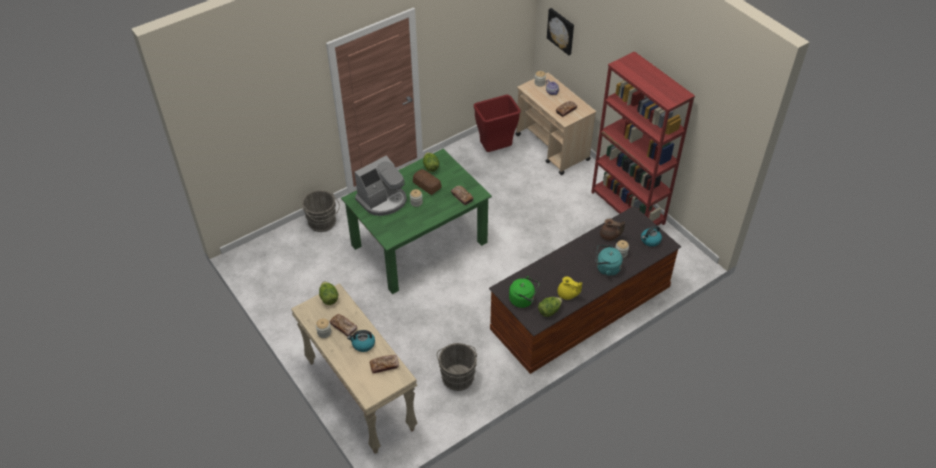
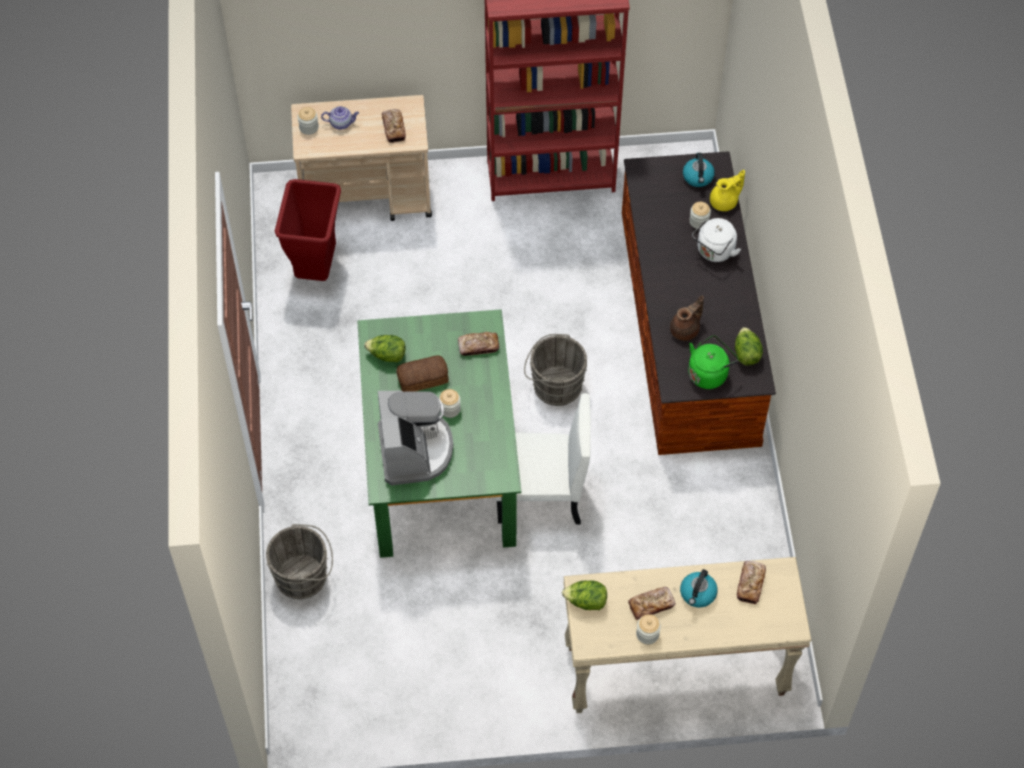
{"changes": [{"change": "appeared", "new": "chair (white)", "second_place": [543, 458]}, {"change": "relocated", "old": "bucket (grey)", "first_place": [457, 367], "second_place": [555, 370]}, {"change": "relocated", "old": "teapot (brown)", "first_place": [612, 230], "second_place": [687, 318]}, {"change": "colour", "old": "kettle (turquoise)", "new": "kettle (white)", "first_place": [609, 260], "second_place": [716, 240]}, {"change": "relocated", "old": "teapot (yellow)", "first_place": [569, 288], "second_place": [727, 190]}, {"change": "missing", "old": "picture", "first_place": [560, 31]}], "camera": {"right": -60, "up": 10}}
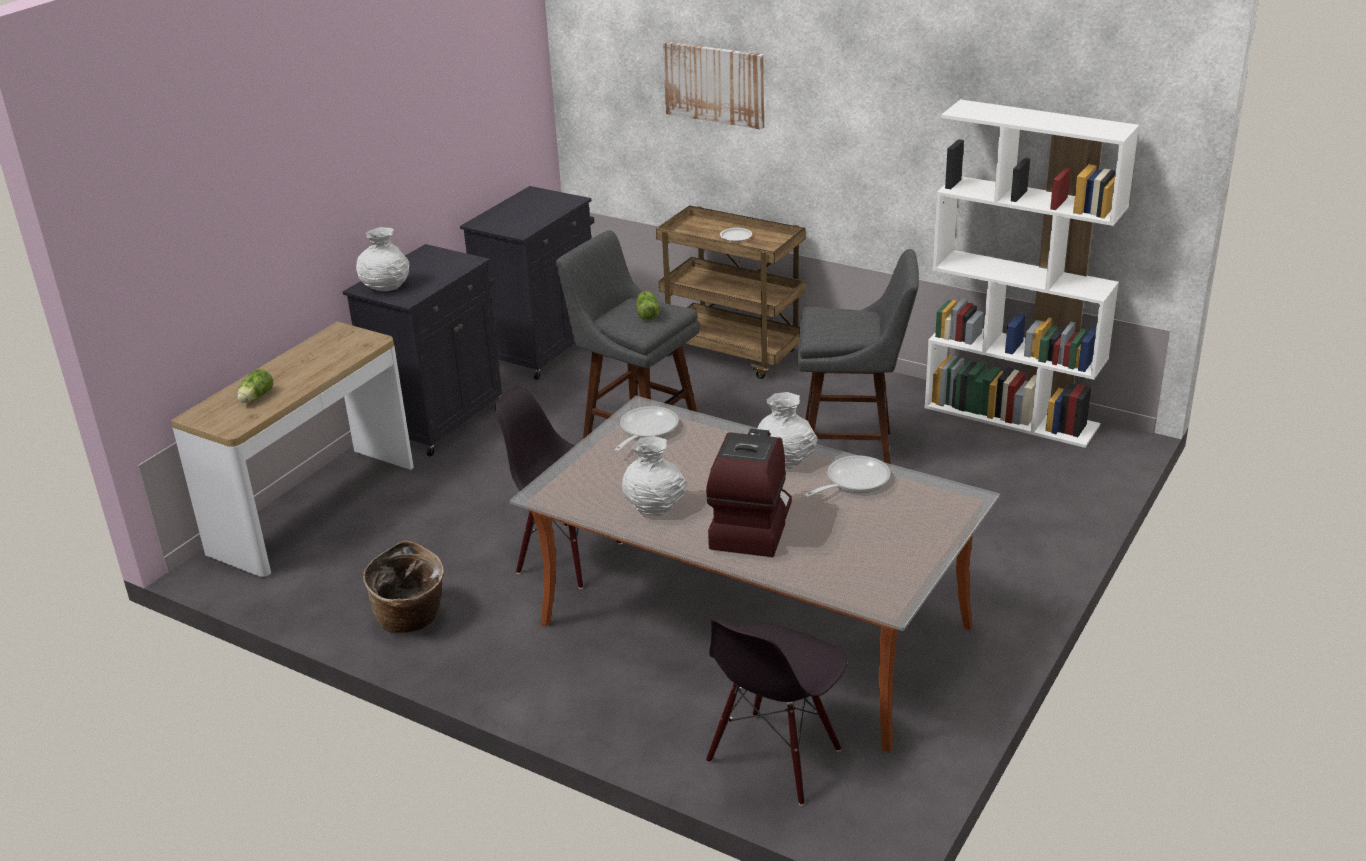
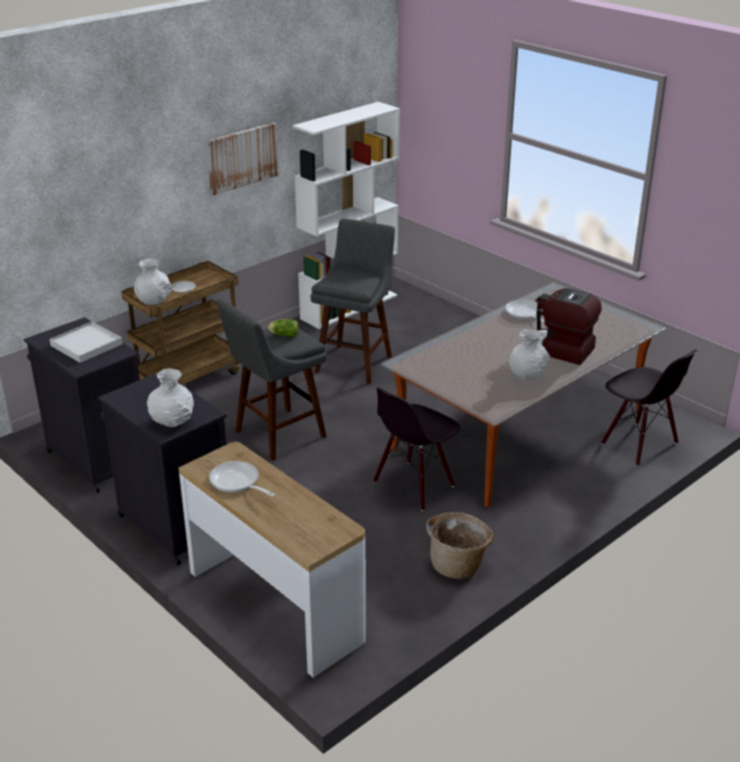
{"changes": [{"change": "appeared", "new": "tray (white)", "second_place": [86, 342]}, {"change": "relocated", "old": "vase (white)", "first_place": [787, 430], "second_place": [153, 281]}, {"change": "relocated", "old": "picture", "first_place": [713, 85], "second_place": [243, 159]}, {"change": "relocated", "old": "frying pan", "first_place": [646, 429], "second_place": [242, 479]}, {"change": "missing", "old": "lettuce", "first_place": [255, 386]}], "camera": {"right": -75, "up": 0}}
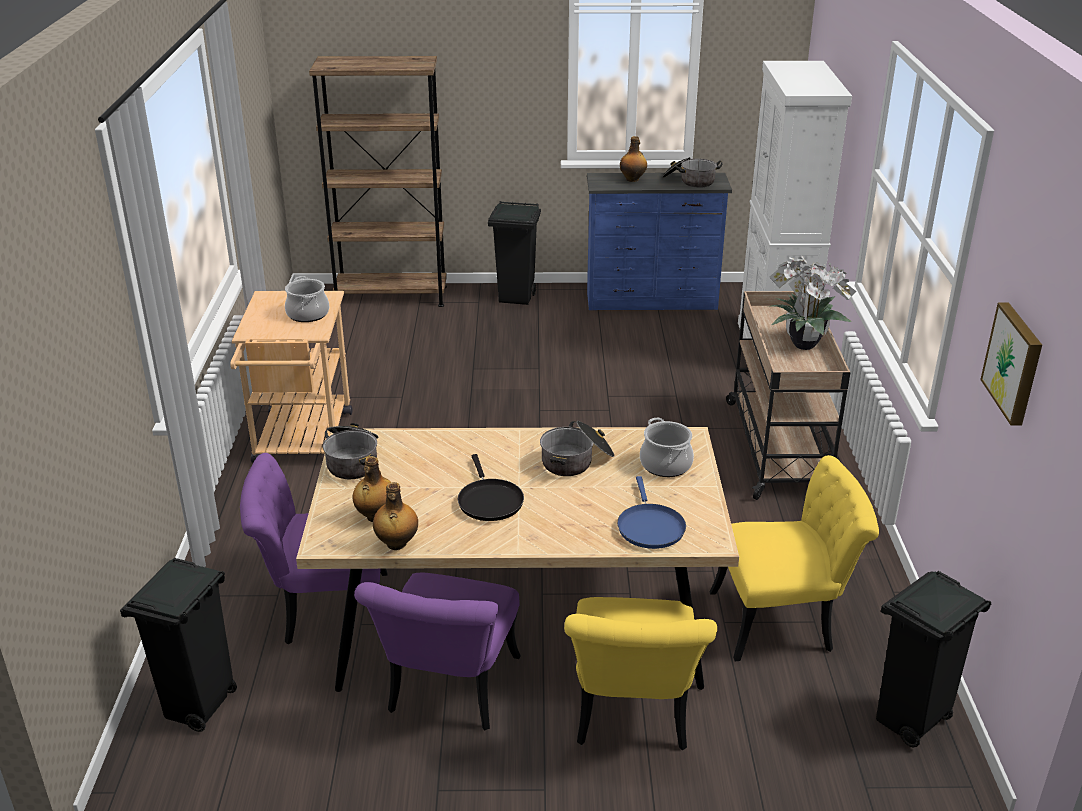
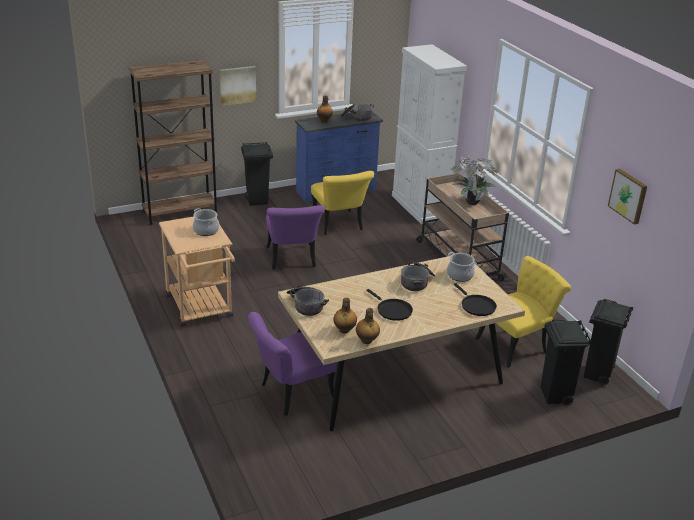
{"changes": [{"change": "appeared", "new": "picture", "second_place": [238, 86]}, {"change": "relocated", "old": "chair (purple)", "first_place": [437, 652], "second_place": [295, 237]}, {"change": "relocated", "old": "chair (yellow)", "first_place": [640, 673], "second_place": [342, 203]}, {"change": "colour", "old": "frying pan (blue)", "new": "frying pan (black)", "first_place": [651, 512], "second_place": [475, 299]}, {"change": "relocated", "old": "trash can (black)", "first_place": [178, 645], "second_place": [566, 362]}], "camera": {"right": -25, "up": 0}}
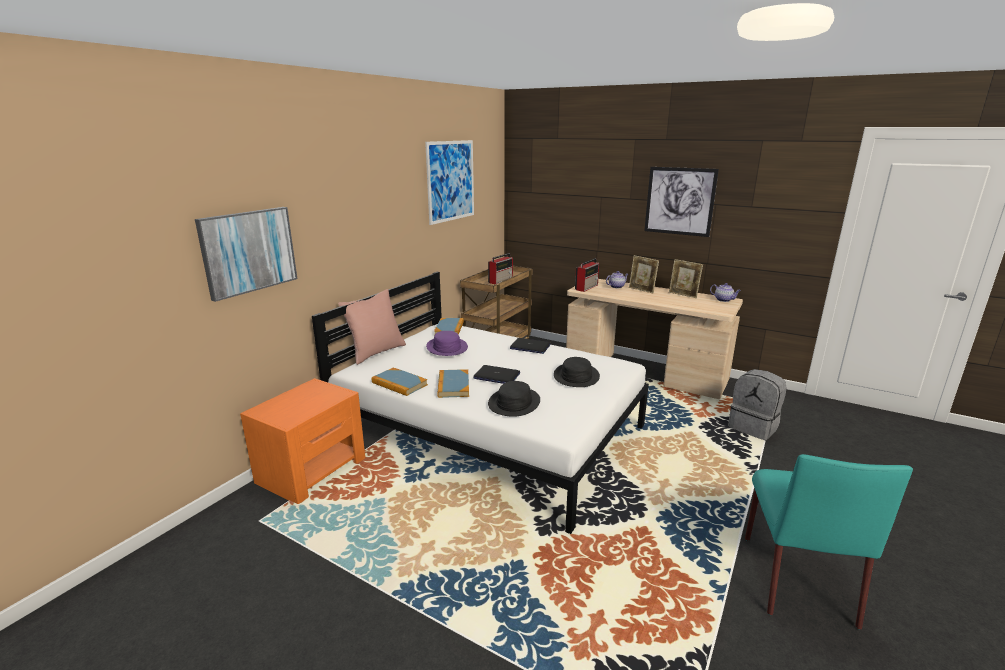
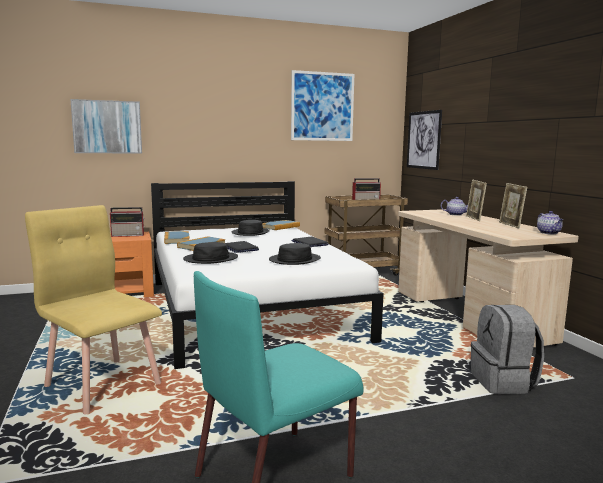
{"changes": [{"change": "appeared", "new": "chair (yellow)", "second_place": [93, 309]}, {"change": "relocated", "old": "radio", "first_place": [587, 275], "second_place": [127, 222]}, {"change": "colour", "old": "hat (purple)", "new": "hat (black)", "first_place": [447, 343], "second_place": [251, 228]}, {"change": "relocated", "old": "picture", "first_place": [681, 202], "second_place": [424, 140]}, {"change": "missing", "old": "pillow (pink)", "first_place": [372, 327]}], "camera": {"right": 40, "up": -10}}
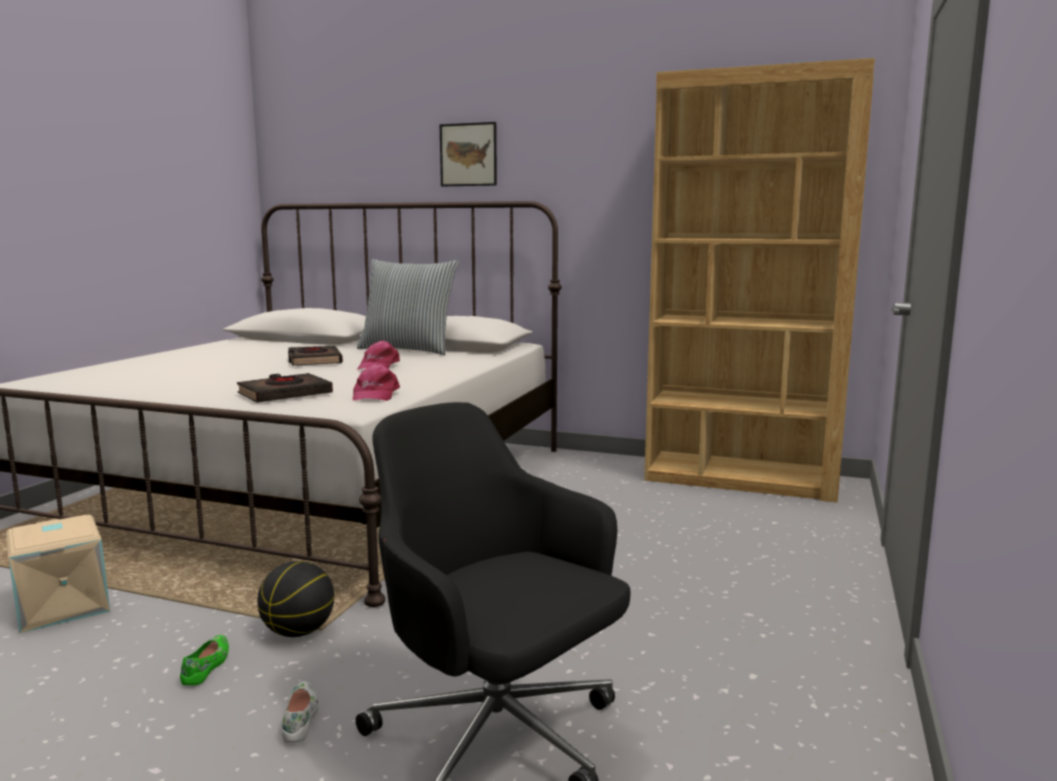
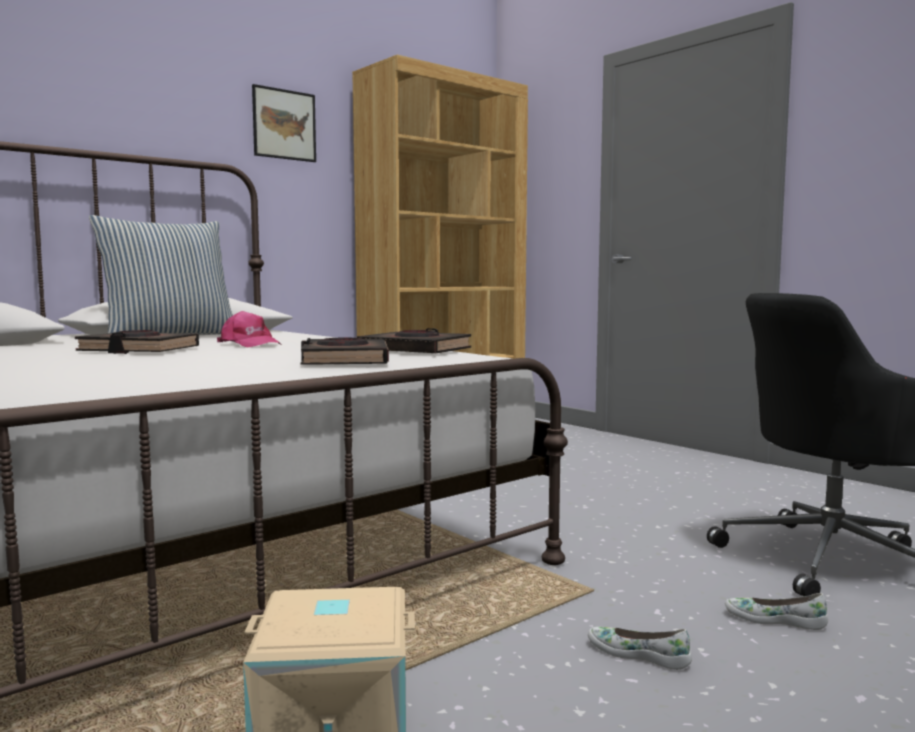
{"changes": [{"change": "relocated", "old": "picture", "first_place": [468, 154], "second_place": [284, 123]}, {"change": "exchanged", "old": "cap (pink)", "new": "book (black)", "first_place": [376, 382], "second_place": [414, 340]}, {"change": "colour", "old": "shoe (green)", "new": "shoe (white)", "first_place": [204, 660], "second_place": [640, 648]}, {"change": "missing", "old": "basketball", "first_place": [295, 599]}], "camera": {"right": -60, "up": -5}}
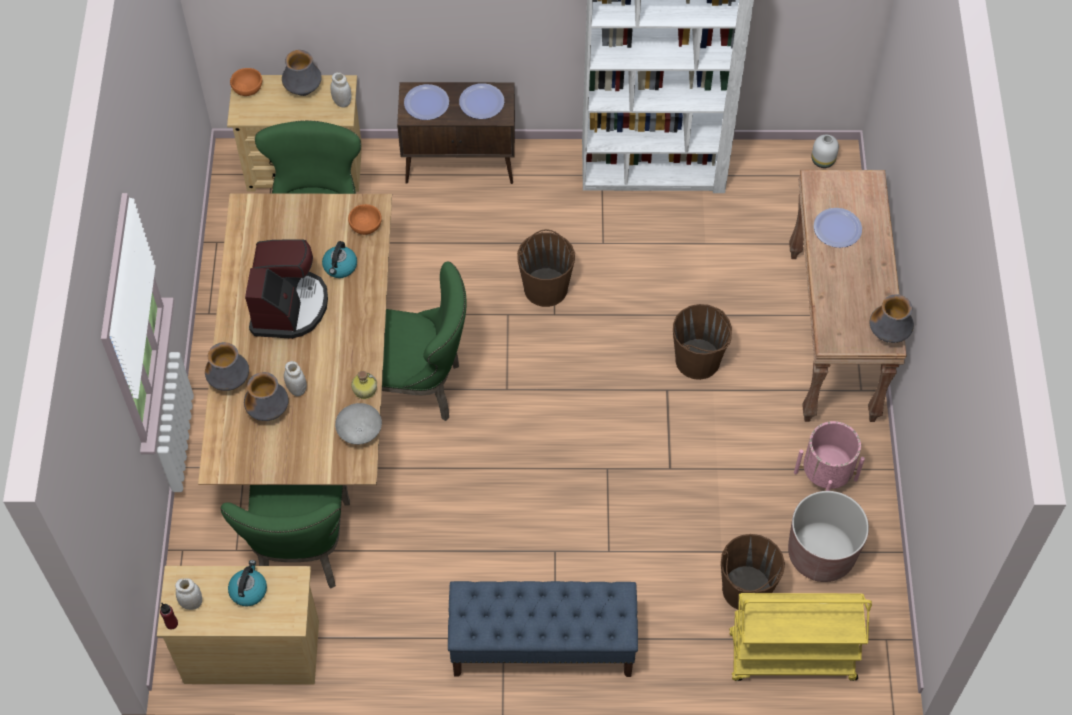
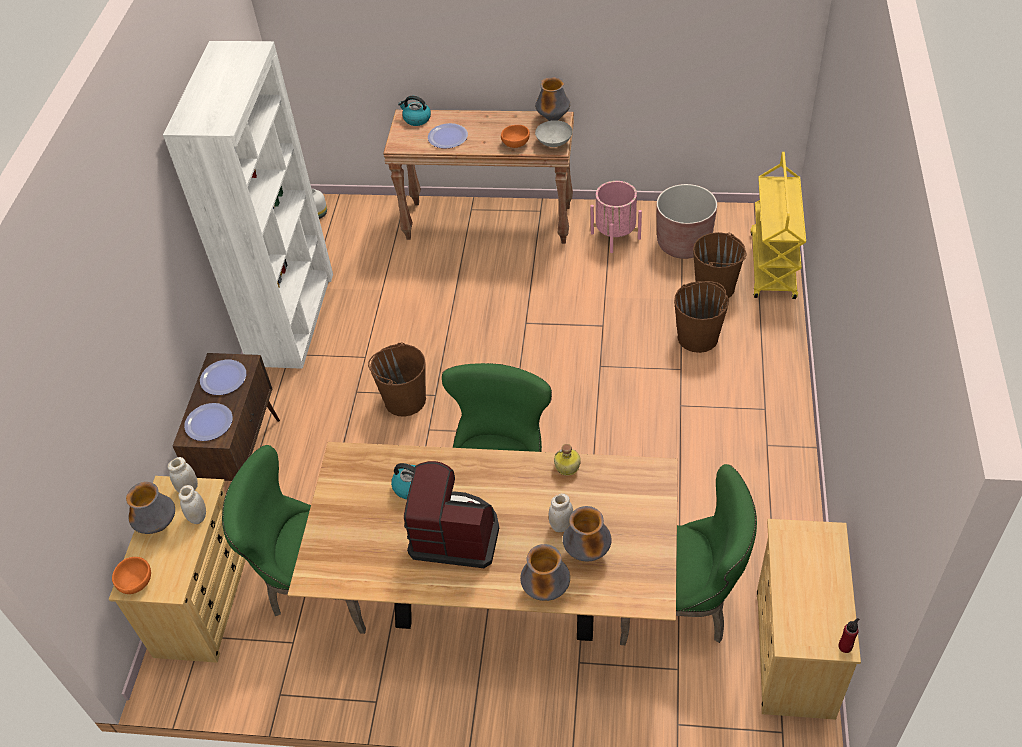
{"changes": [{"change": "relocated", "old": "jar (white)", "first_place": [188, 594], "second_place": [192, 504]}, {"change": "relocated", "old": "kettle", "first_place": [247, 583], "second_place": [414, 111]}, {"change": "relocated", "old": "bowl (orange)", "first_place": [365, 219], "second_place": [515, 136]}, {"change": "relocated", "old": "bowl (grey)", "first_place": [358, 424], "second_place": [554, 133]}, {"change": "relocated", "old": "bucket (brown)", "first_place": [702, 342], "second_place": [701, 317]}, {"change": "missing", "old": "bench (blue)", "first_place": [543, 629]}], "camera": {"right": -80, "up": -10}}
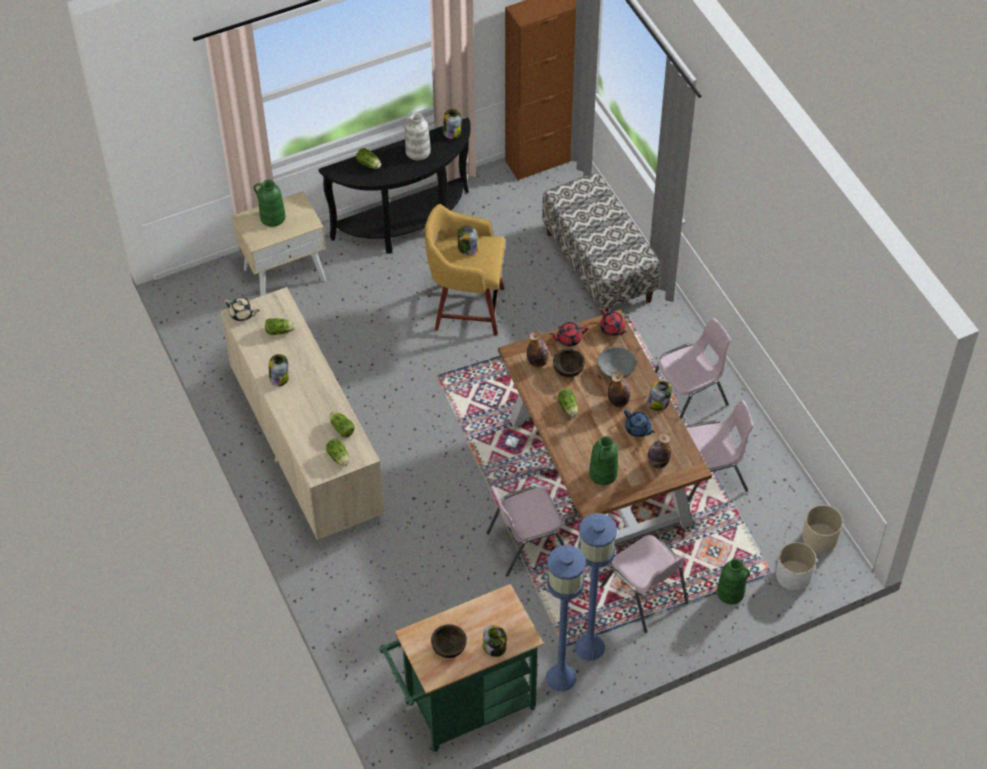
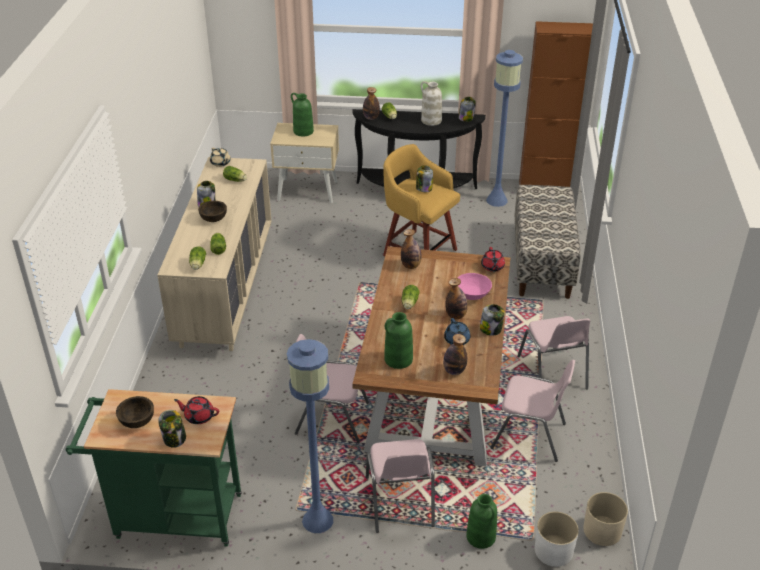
{"changes": [{"change": "relocated", "old": "teapot (red)", "first_place": [568, 334], "second_place": [196, 410]}, {"change": "relocated", "old": "bowl (brown)", "first_place": [569, 363], "second_place": [212, 211]}, {"change": "appeared", "new": "bottle", "second_place": [371, 103]}, {"change": "colour", "old": "bowl (grey)", "new": "bowl (pink)", "first_place": [616, 362], "second_place": [475, 286]}, {"change": "relocated", "old": "floor lamp (blue)", "first_place": [566, 618], "second_place": [504, 128]}, {"change": "spun", "old": "chair (pink)", "first_place": [693, 369], "second_place": [553, 353], "degrees": 75}], "camera": {"right": 30, "up": -15}}
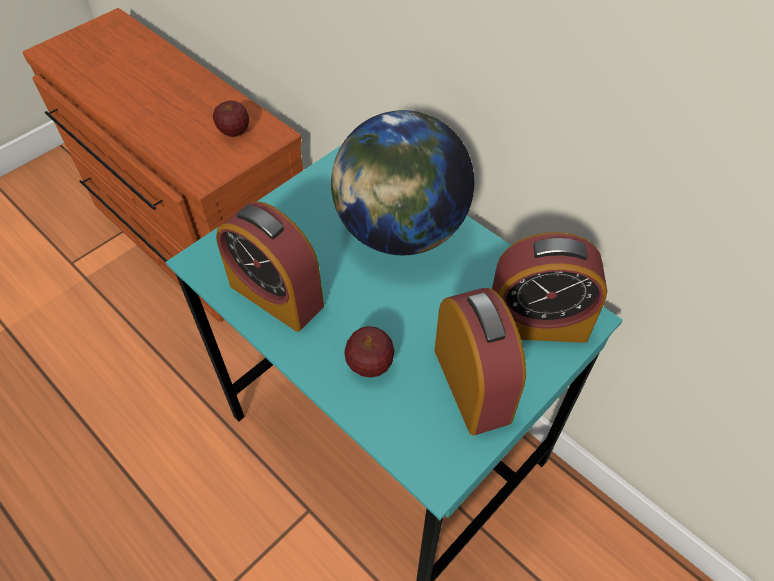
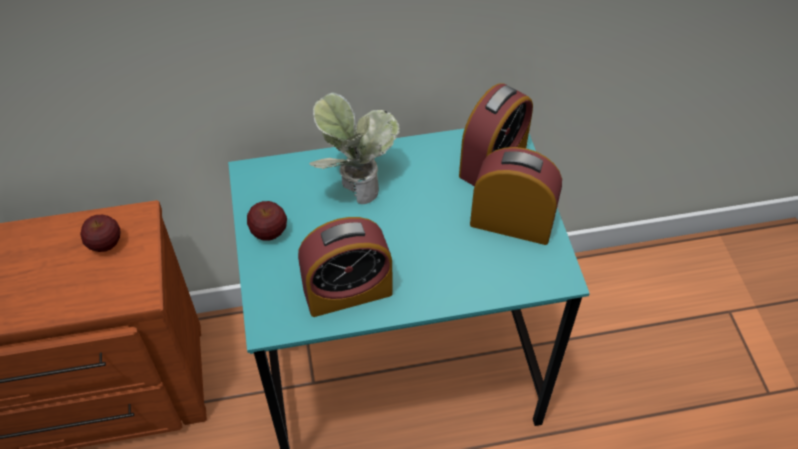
{"changes": [{"change": "relocated", "old": "apple", "first_place": [369, 351], "second_place": [267, 221]}, {"change": "exchanged", "old": "globe", "new": "potted plant", "first_place": [402, 182], "second_place": [354, 148]}], "camera": {"right": -55, "up": 0}}
